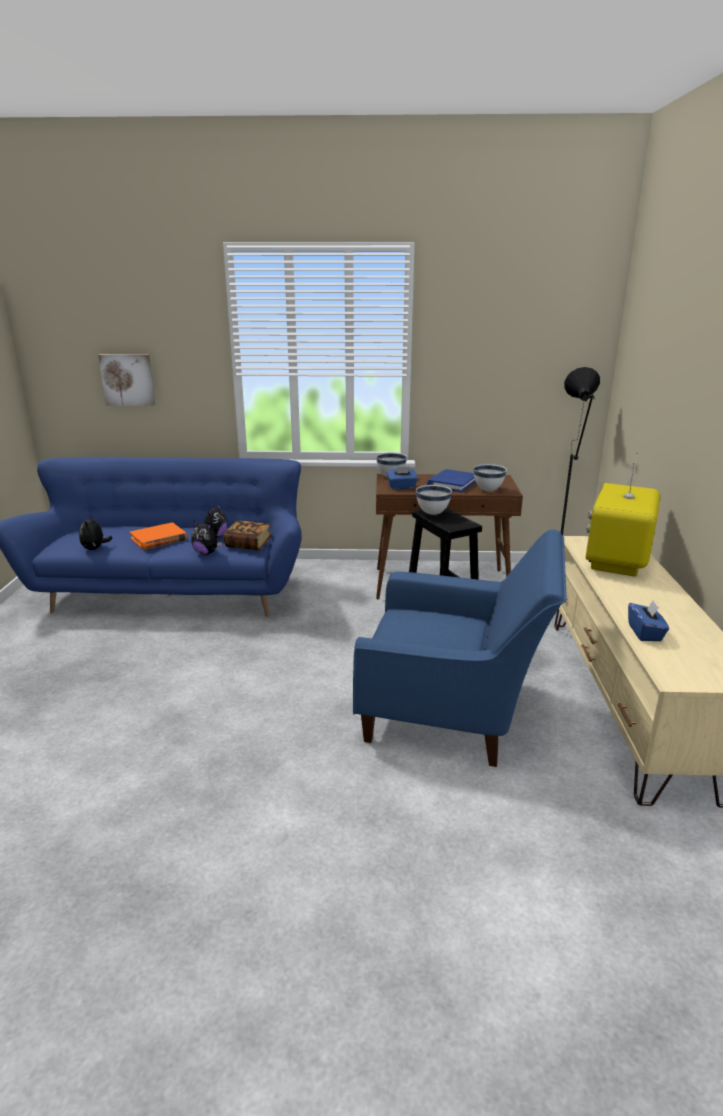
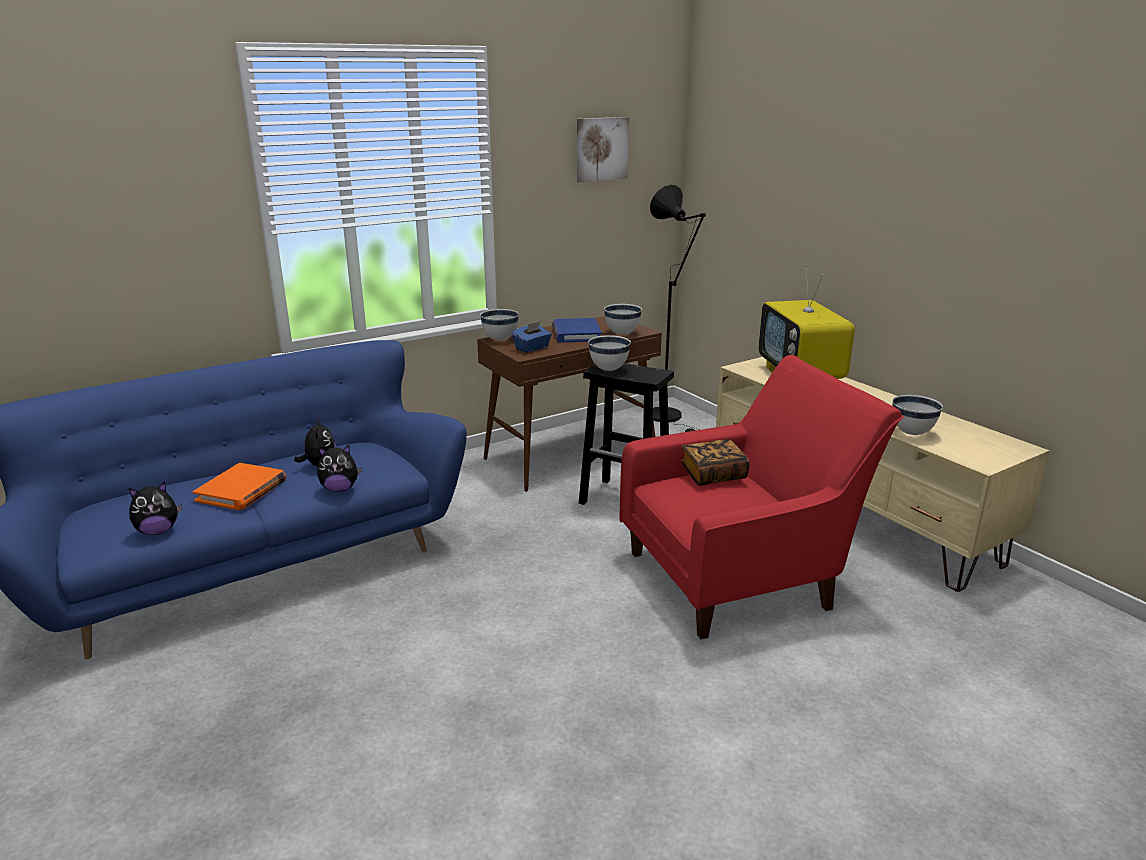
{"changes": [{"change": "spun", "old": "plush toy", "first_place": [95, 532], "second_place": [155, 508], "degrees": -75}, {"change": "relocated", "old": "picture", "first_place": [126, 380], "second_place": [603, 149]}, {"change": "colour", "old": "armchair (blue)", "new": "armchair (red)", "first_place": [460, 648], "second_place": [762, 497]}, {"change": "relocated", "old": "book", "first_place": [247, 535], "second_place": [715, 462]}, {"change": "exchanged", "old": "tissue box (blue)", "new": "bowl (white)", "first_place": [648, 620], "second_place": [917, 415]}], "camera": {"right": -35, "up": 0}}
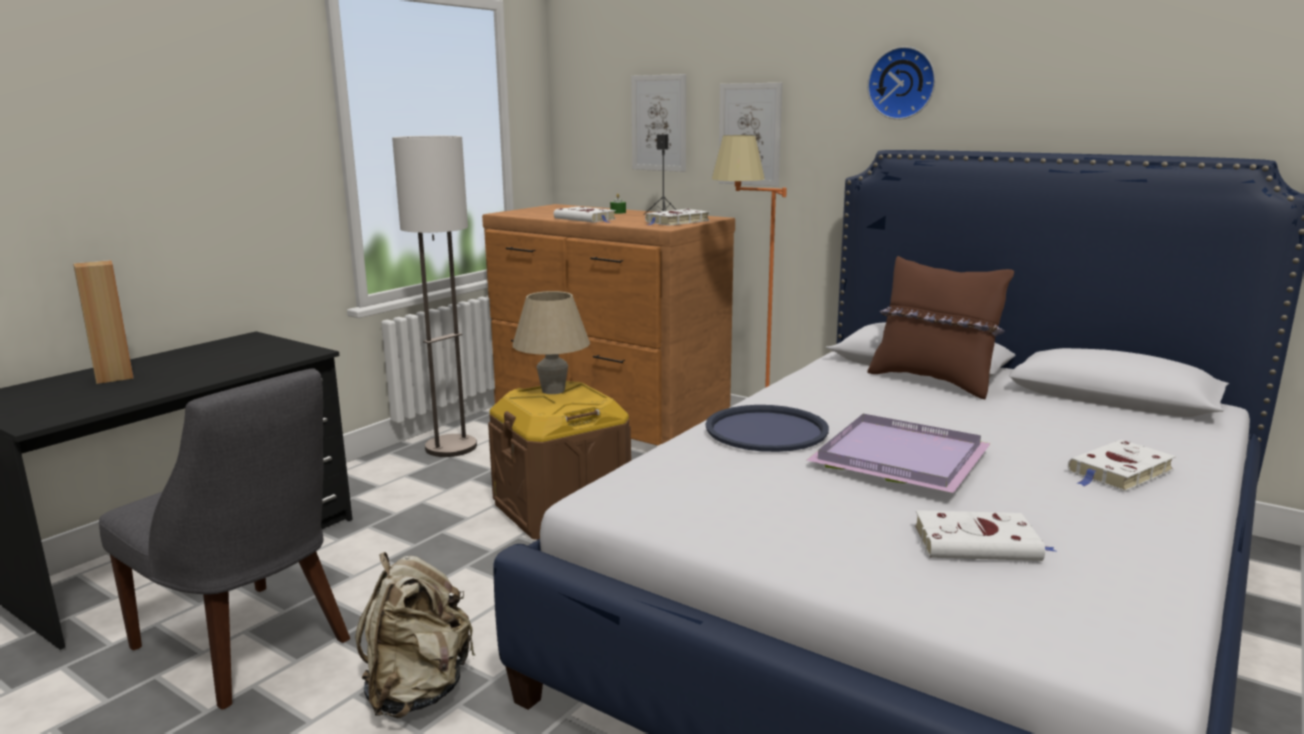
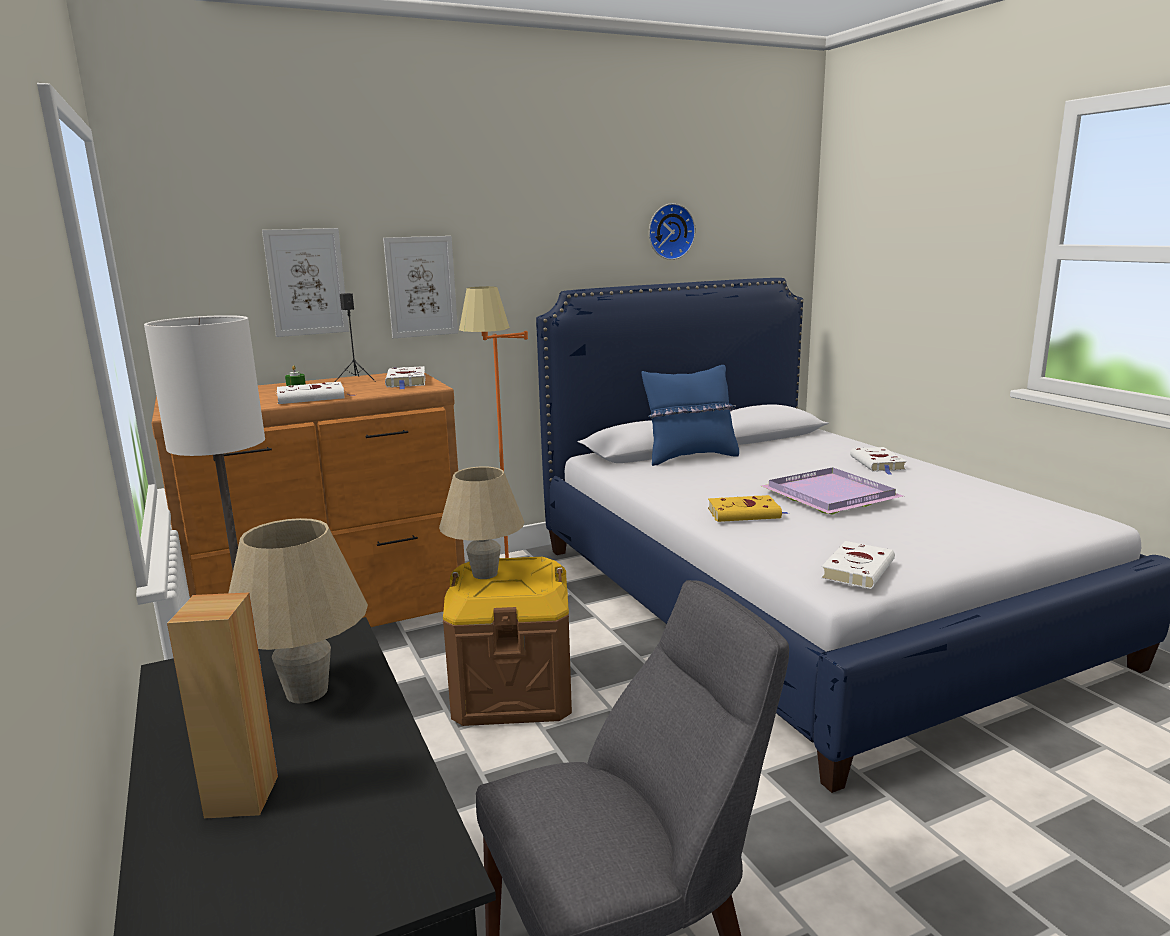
{"changes": [{"change": "appeared", "new": "table lamp (beige)", "second_place": [298, 611]}, {"change": "colour", "old": "pillow (brown)", "new": "pillow (blue)", "first_place": [940, 327], "second_place": [690, 415]}, {"change": "relocated", "old": "wall clock", "first_place": [901, 83], "second_place": [672, 231]}, {"change": "exchanged", "old": "tray (blue)", "new": "book (yellow)", "first_place": [767, 428], "second_place": [748, 508]}, {"change": "relocated", "old": "book (white)", "first_place": [985, 535], "second_place": [858, 565]}, {"change": "missing", "old": "backpack (beige)", "first_place": [415, 635]}], "camera": {"right": -60, "up": 0}}
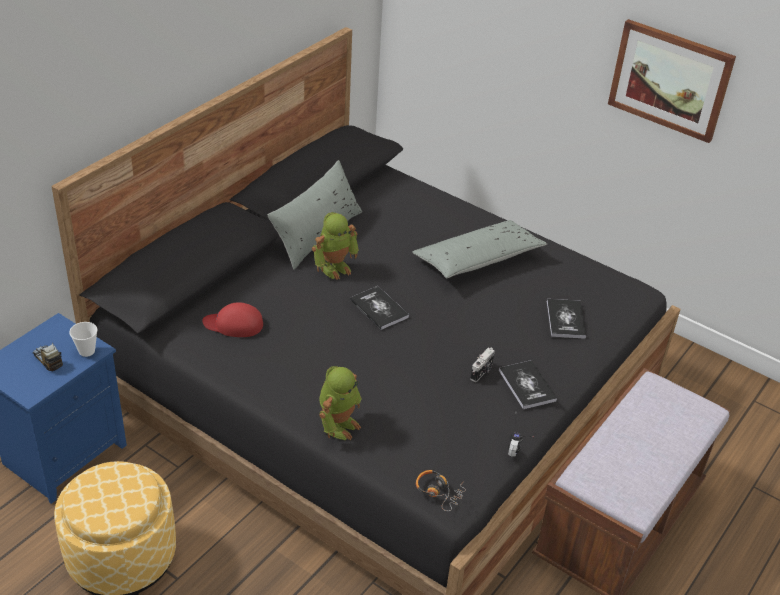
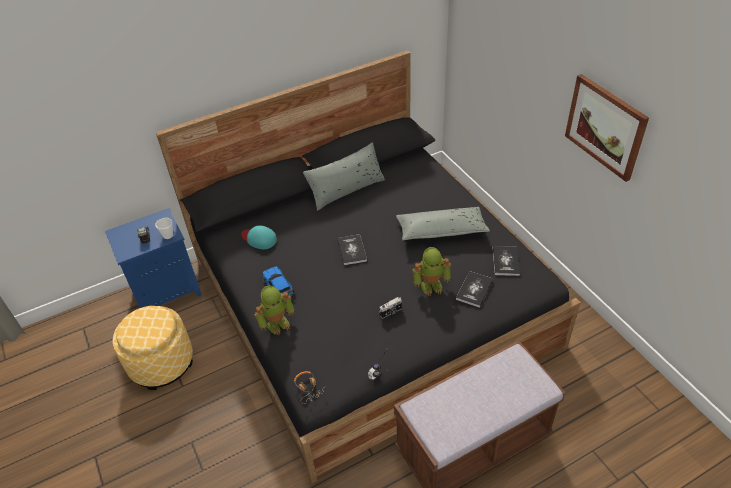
{"changes": [{"change": "colour", "old": "cap (red)", "new": "cap (turquoise)", "first_place": [232, 319], "second_place": [259, 237]}, {"change": "appeared", "new": "toy car", "second_place": [278, 281]}, {"change": "relocated", "old": "toy robot", "first_place": [335, 246], "second_place": [431, 271]}, {"change": "relocated", "old": "book", "first_place": [528, 384], "second_place": [506, 261]}], "camera": {"right": 30, "up": 5}}
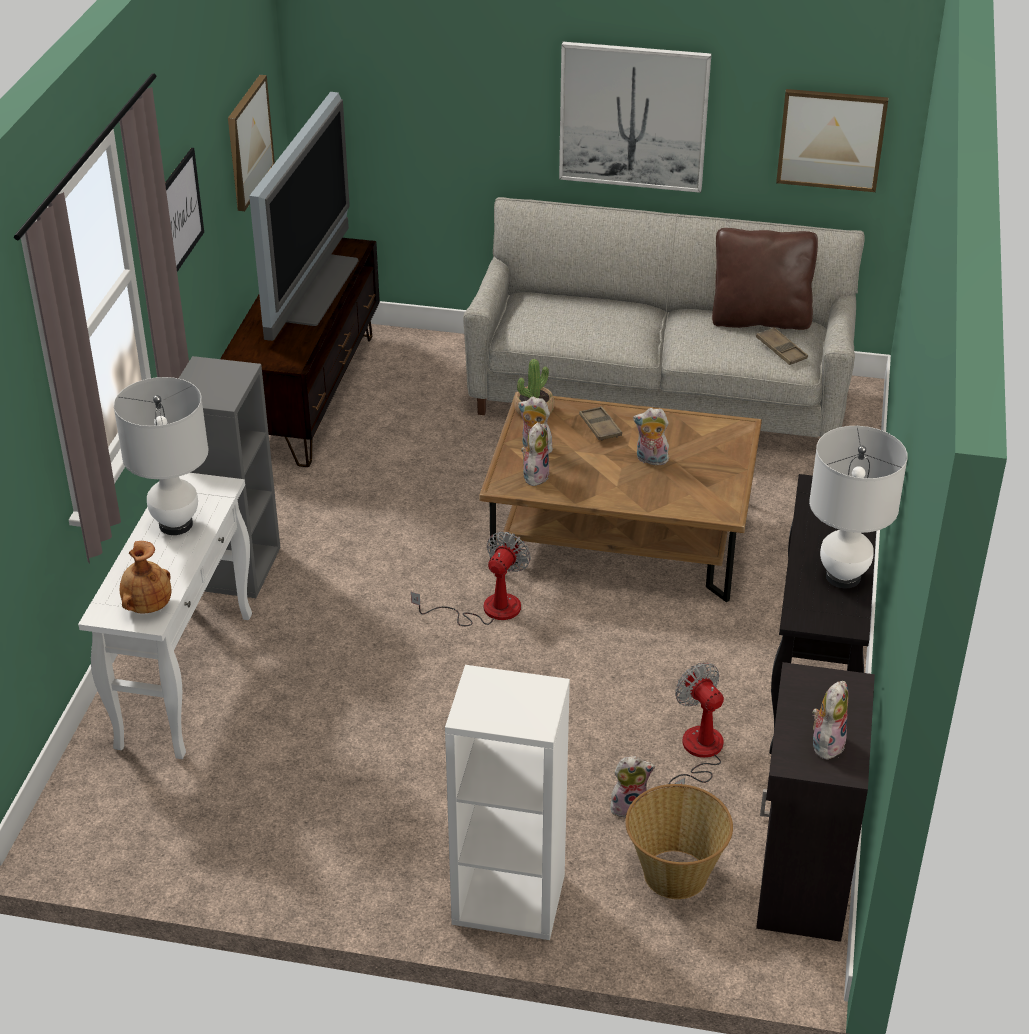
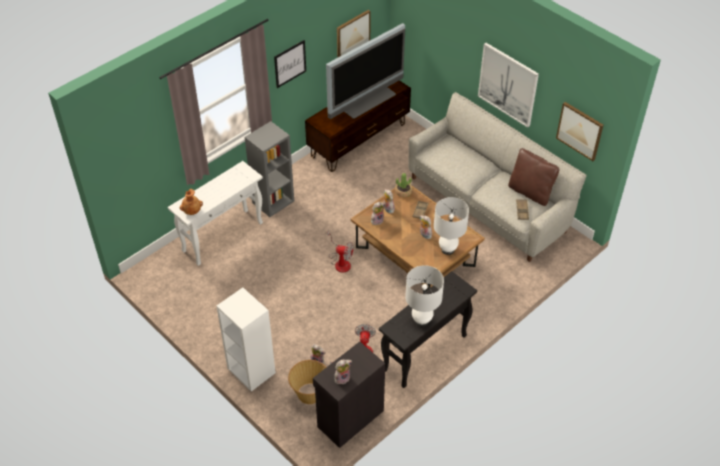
{"changes": [{"change": "spun", "old": "fan", "first_place": [471, 579], "second_place": [341, 252], "degrees": 45}, {"change": "relocated", "old": "table lamp (white)", "first_place": [161, 456], "second_place": [451, 226]}], "camera": {"right": 35, "up": 10}}
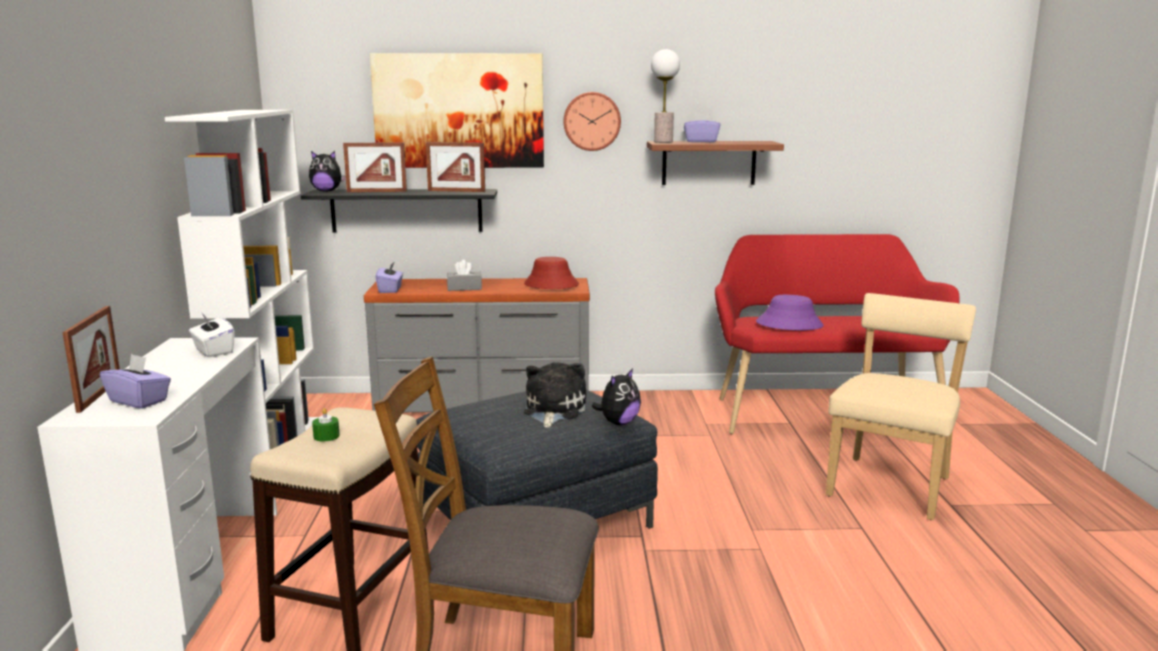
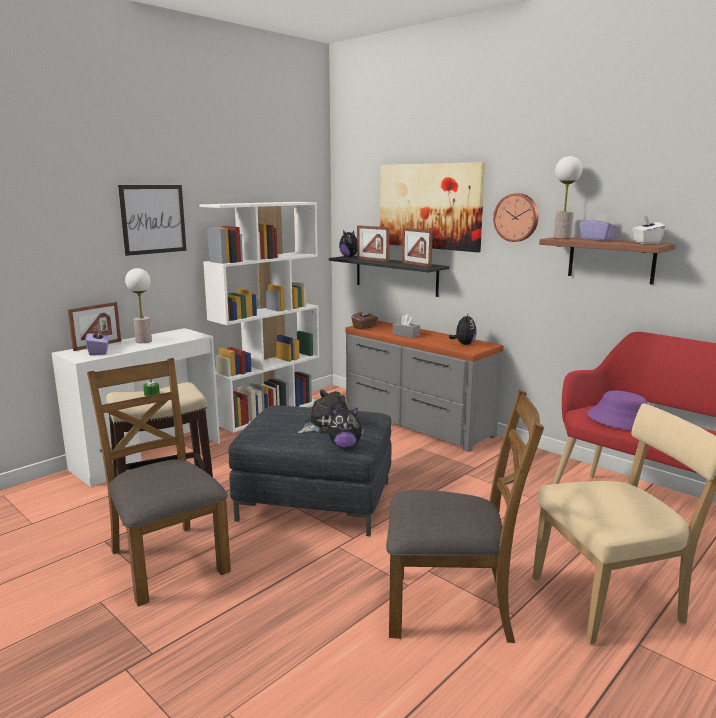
{"changes": [{"change": "appeared", "new": "picture", "second_place": [152, 220]}, {"change": "appeared", "new": "table lamp", "second_place": [138, 305]}, {"change": "colour", "old": "tissue box (purple)", "new": "tissue box (brown)", "first_place": [389, 277], "second_place": [364, 319]}, {"change": "appeared", "new": "chair (brown)", "second_place": [465, 516]}, {"change": "exchanged", "old": "hat (red)", "new": "plush toy", "first_place": [551, 273], "second_place": [463, 328]}, {"change": "relocated", "old": "tissue box (white)", "first_place": [212, 334], "second_place": [648, 230]}], "camera": {"right": 45, "up": 0}}
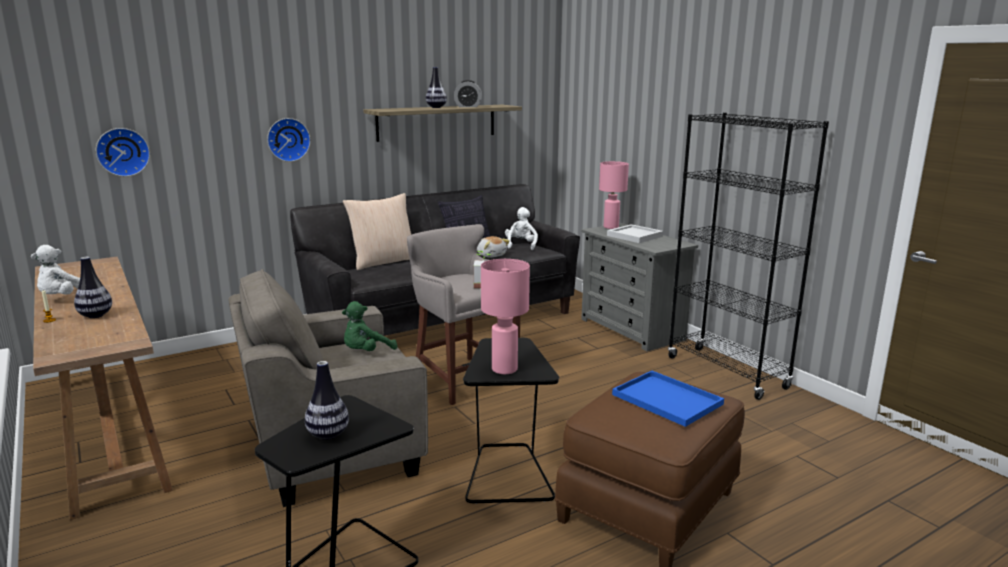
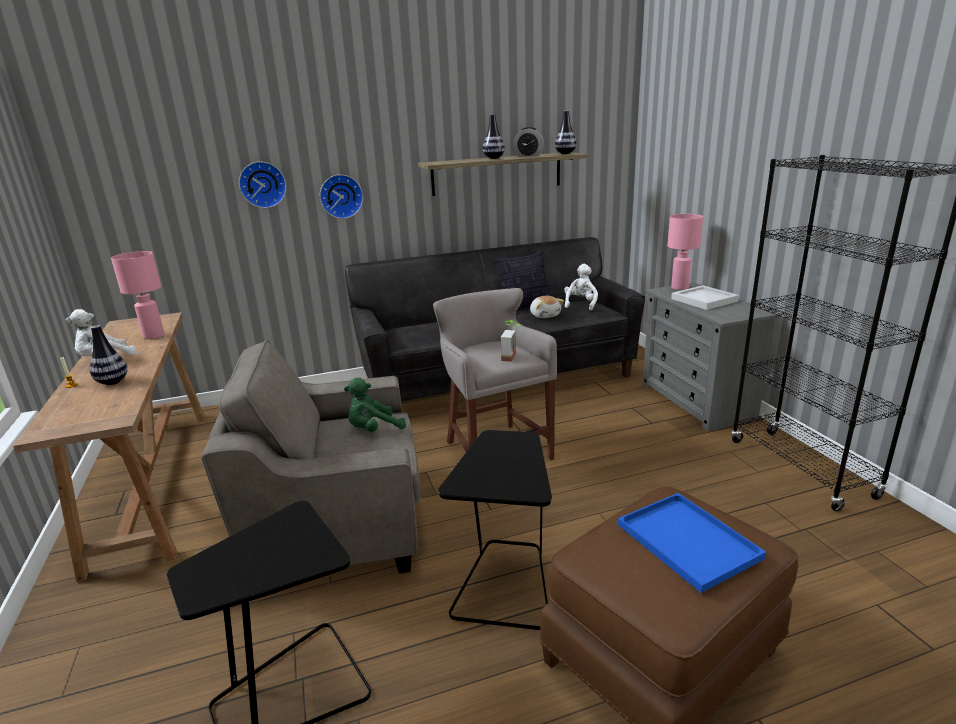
{"changes": [{"change": "relocated", "old": "table lamp (pink)", "first_place": [505, 316], "second_place": [137, 295]}, {"change": "relocated", "old": "wall clock", "first_place": [123, 152], "second_place": [263, 184]}, {"change": "relocated", "old": "vase", "first_place": [327, 400], "second_place": [566, 132]}, {"change": "missing", "old": "pillow (beige)", "first_place": [377, 231]}], "camera": {"right": 15, "up": 5}}
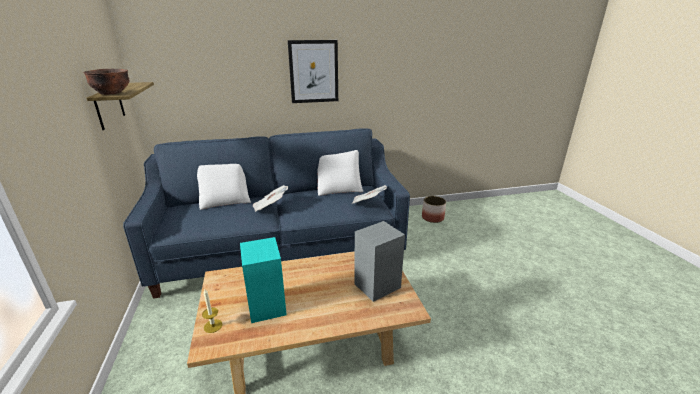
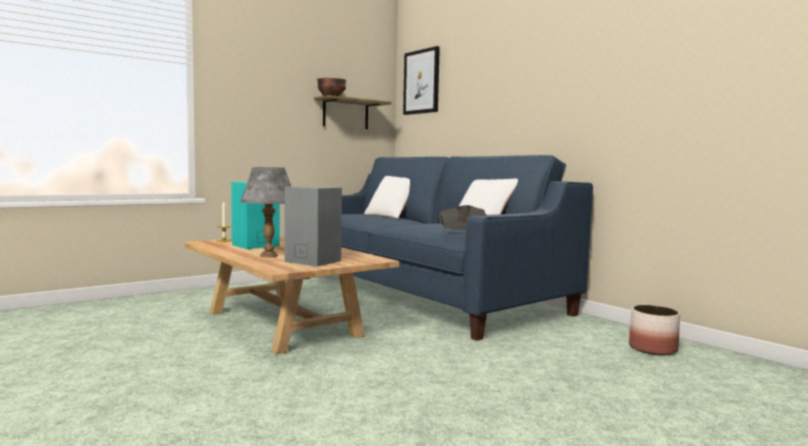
{"changes": [{"change": "appeared", "new": "table lamp (grey)", "second_place": [265, 212]}, {"change": "relocated", "old": "picture", "first_place": [313, 71], "second_place": [421, 80]}, {"change": "missing", "old": "newspaper", "first_place": [270, 198]}], "camera": {"right": 65, "up": -20}}
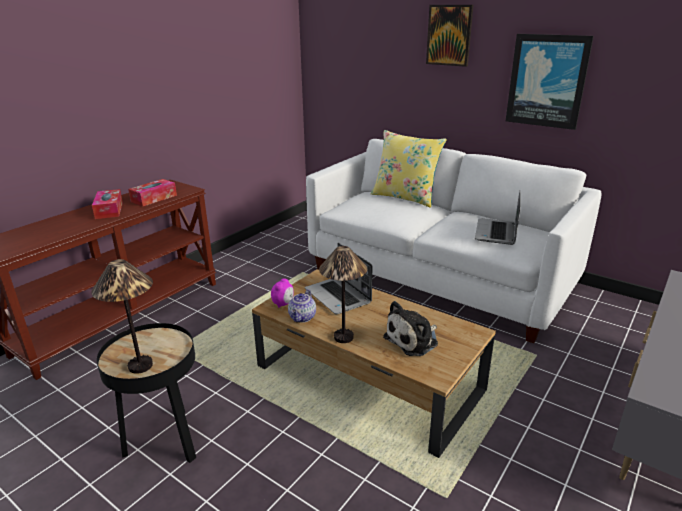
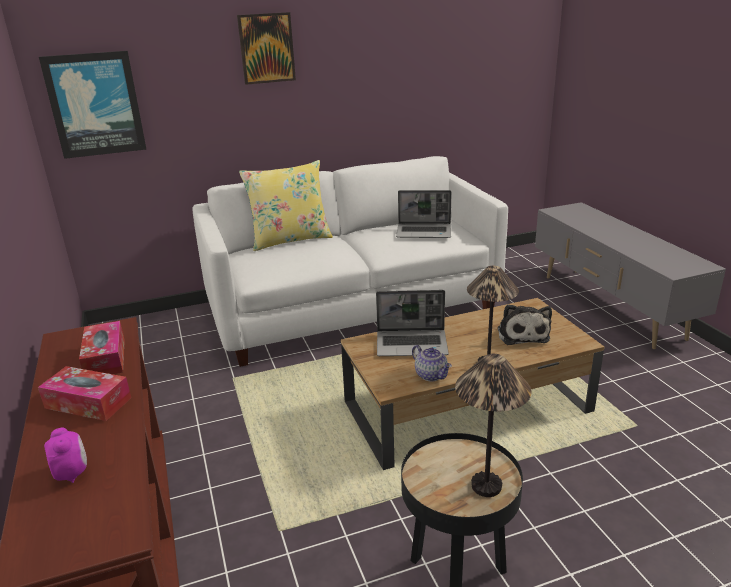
{"changes": [{"change": "relocated", "old": "picture", "first_place": [550, 82], "second_place": [93, 105]}, {"change": "relocated", "old": "alarm clock", "first_place": [282, 293], "second_place": [65, 455]}, {"change": "spun", "old": "laptop", "first_place": [497, 218], "second_place": [424, 214], "degrees": -45}], "camera": {"right": -55, "up": 0}}
